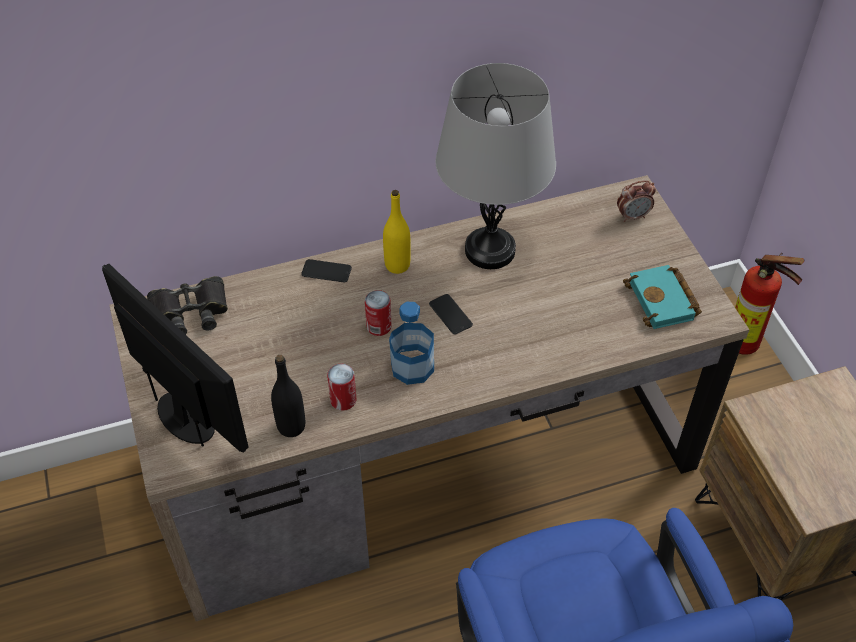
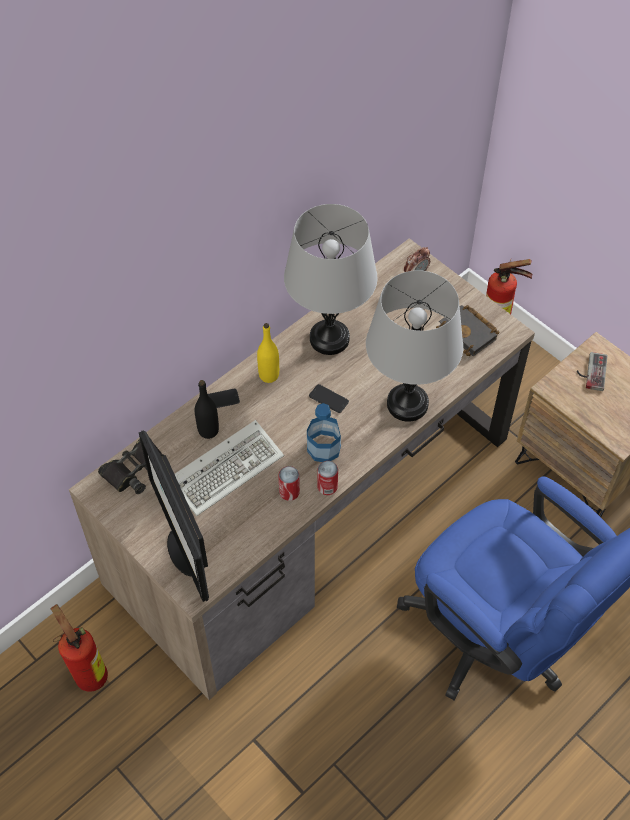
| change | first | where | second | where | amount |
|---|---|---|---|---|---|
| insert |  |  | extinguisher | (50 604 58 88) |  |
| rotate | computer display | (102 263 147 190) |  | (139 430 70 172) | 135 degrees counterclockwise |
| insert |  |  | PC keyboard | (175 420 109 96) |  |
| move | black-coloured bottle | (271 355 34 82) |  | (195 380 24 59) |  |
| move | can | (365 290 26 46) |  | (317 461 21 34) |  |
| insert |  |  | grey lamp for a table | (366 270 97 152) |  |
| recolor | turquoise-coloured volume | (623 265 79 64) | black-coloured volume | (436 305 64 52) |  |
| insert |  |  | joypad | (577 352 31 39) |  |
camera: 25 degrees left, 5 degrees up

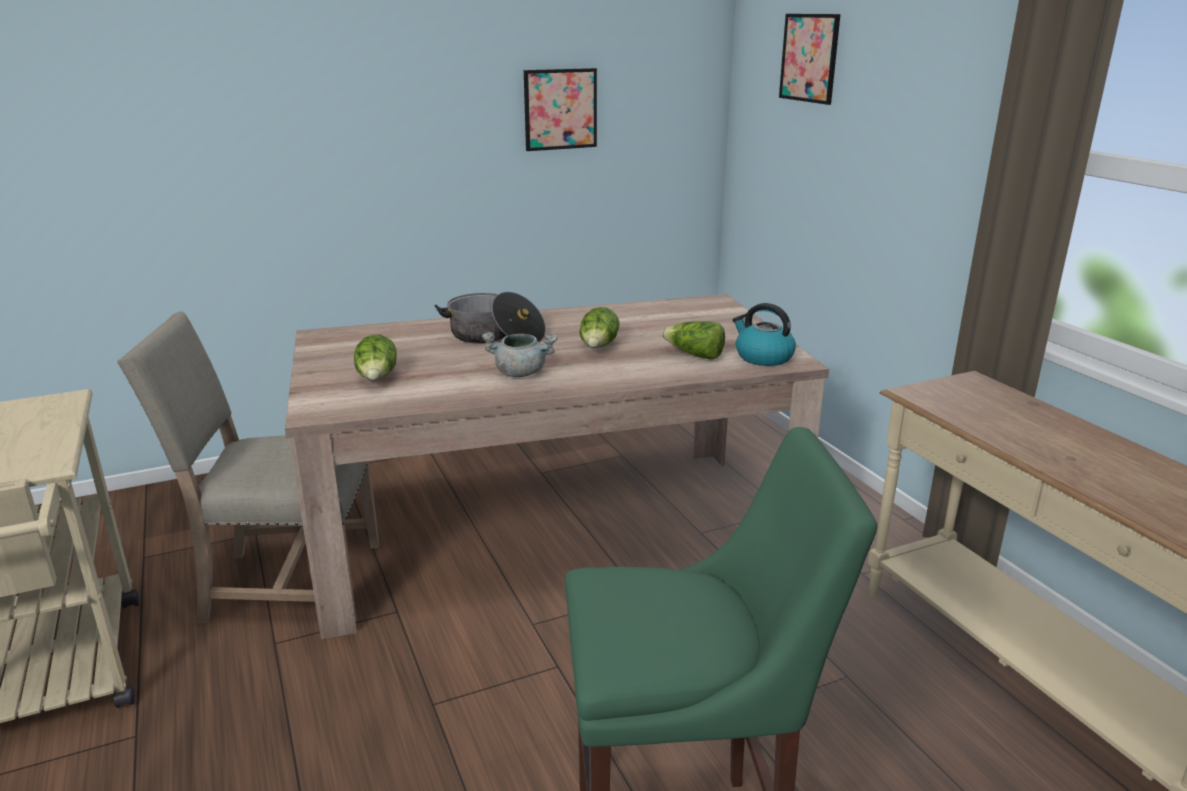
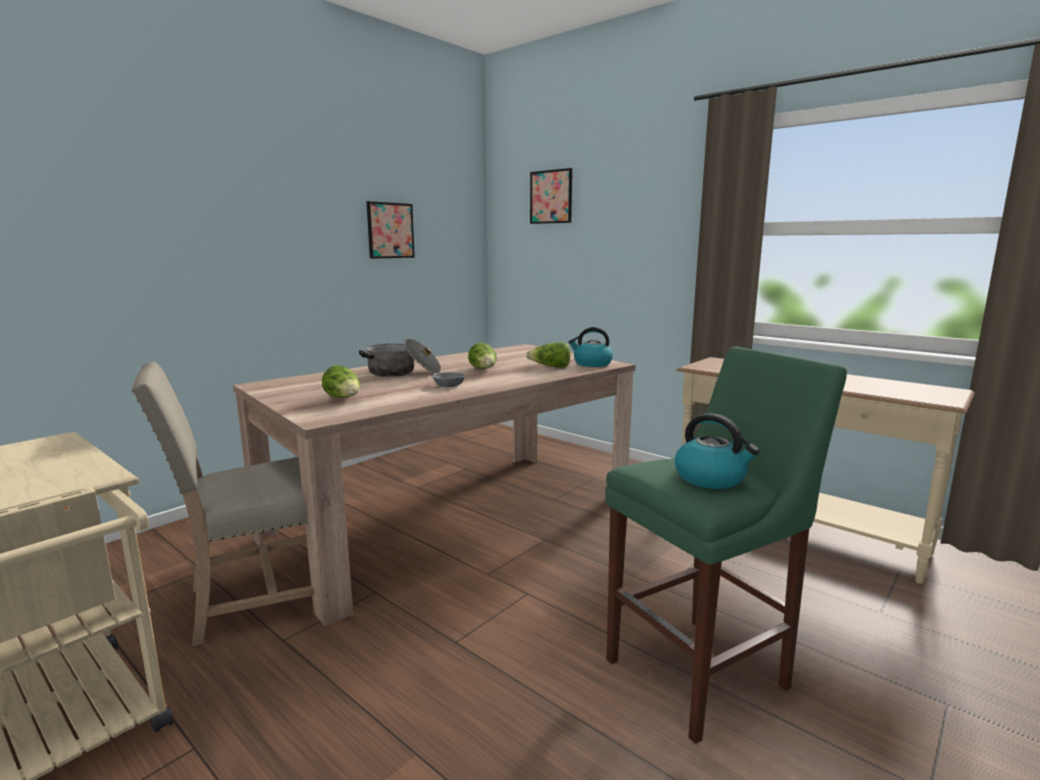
| change | first | where | second | where | amount |
|---|---|---|---|---|---|
| replace | grey cooking pot | (482 332 76 45) | grey deep dish | (433 372 32 15) |  |
| insert |  |  | tea kettle | (675 413 84 76) |  |
camera: 25 degrees left, 10 degrees down

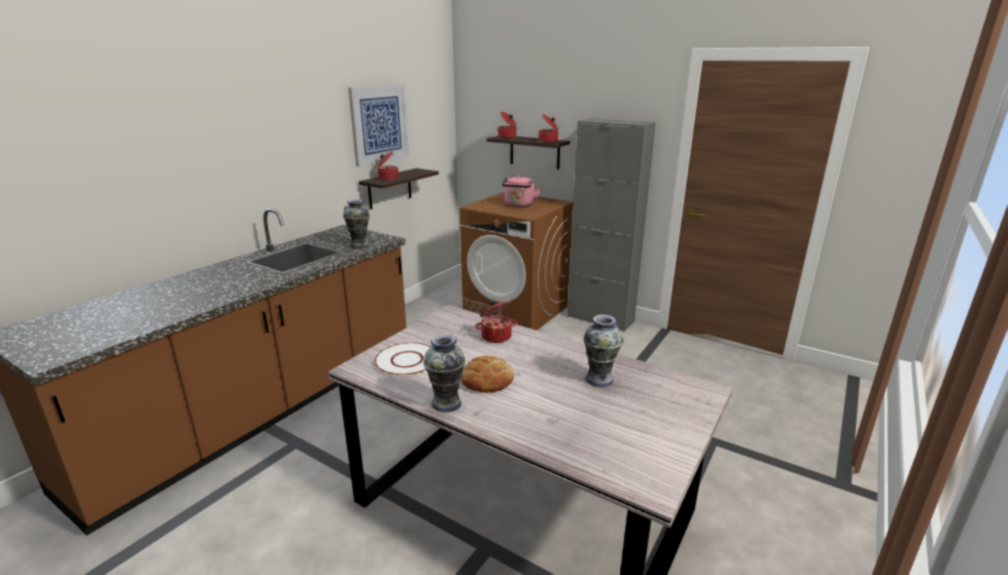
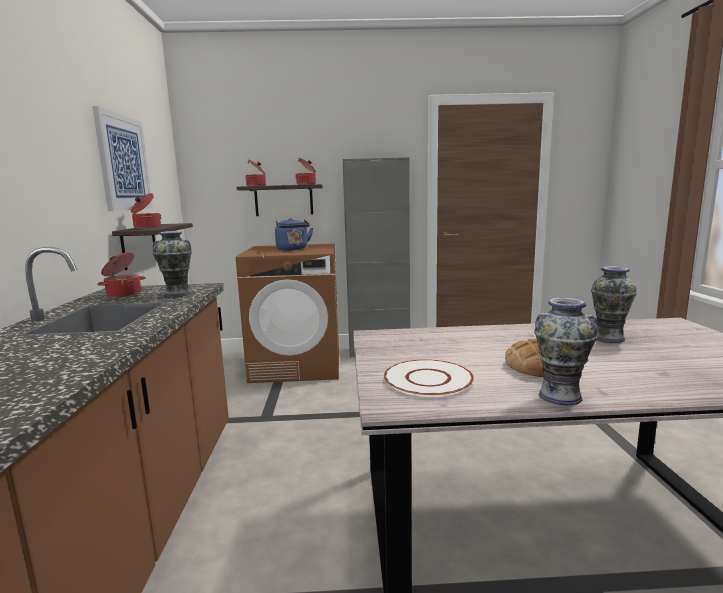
| change | first | where | second | where | amount |
|---|---|---|---|---|---|
| move | cooking pot | (475 301 43 42) |  | (97 252 49 46) |  |
| recolor | pink-coloured tea kettle | (502 175 39 32) | blue-coloured tea kettle | (275 218 38 32) |  |
camera: 35 degrees left, 10 degrees down

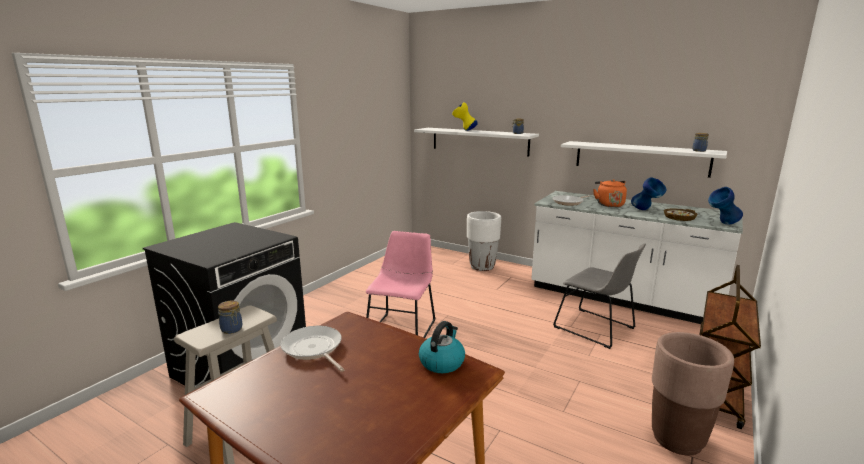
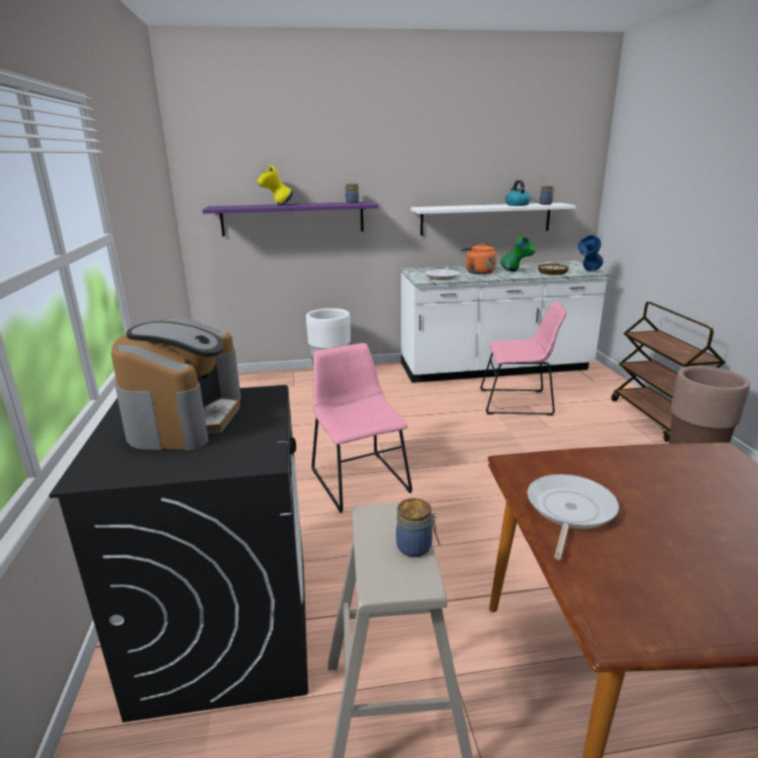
| change | first | where | second | where | amount |
|---|---|---|---|---|---|
| insert |  |  | coffee machine | (111 316 130 134) |  |
| recolor | white wall shelf | (414 128 125 29) | purple wall shelf | (202 202 176 34) |  |
| recolor | grey plain chair | (553 243 93 106) | pink-coloured plain chair | (480 302 87 114) |  |
| recolor | blue-coloured decorative vase | (631 177 35 33) | greenish decorative vase | (501 236 35 36) |  |
| move | tea kettle | (419 321 46 52) |  | (505 180 26 26) |  |
| rotate | frying pan | (280 326 65 46) |  | (527 474 92 86) | 105 degrees clockwise |
camera: 40 degrees left, 5 degrees up

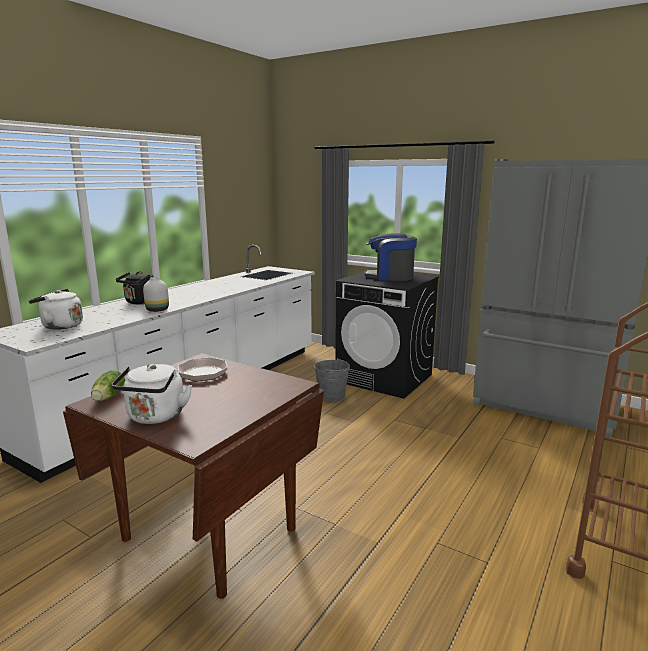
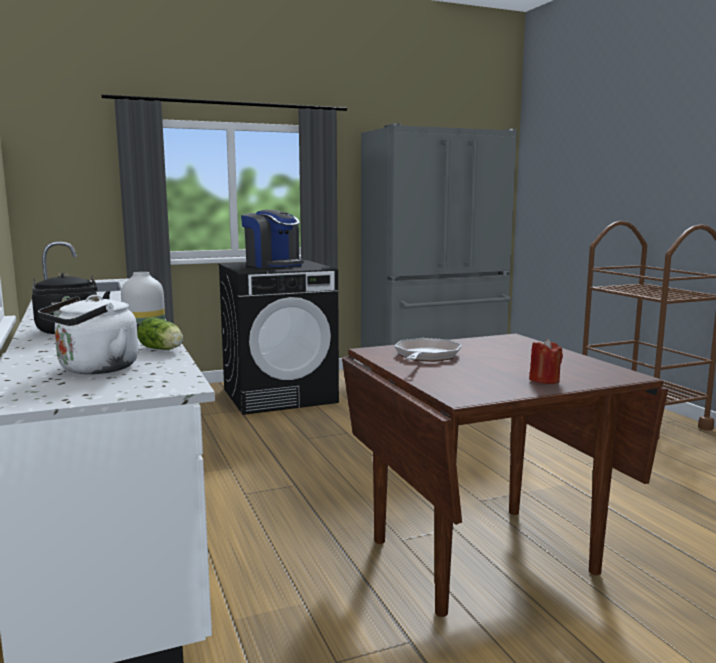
| change | first | where | second | where | amount |
|---|---|---|---|---|---|
| move | lettuce | (91 370 34 31) |  | (137 317 46 33) |  |
| rotate | coffee machine | (364 233 53 48) |  | (241 210 63 58) | 90 degrees counterclockwise |
| replace | white tea kettle | (112 364 80 60) | red-coloured candle | (529 339 34 45) |  |
| delete | grey water bucket | (314 358 36 44) |  |  |  |
camera: 55 degrees left, 5 degrees down

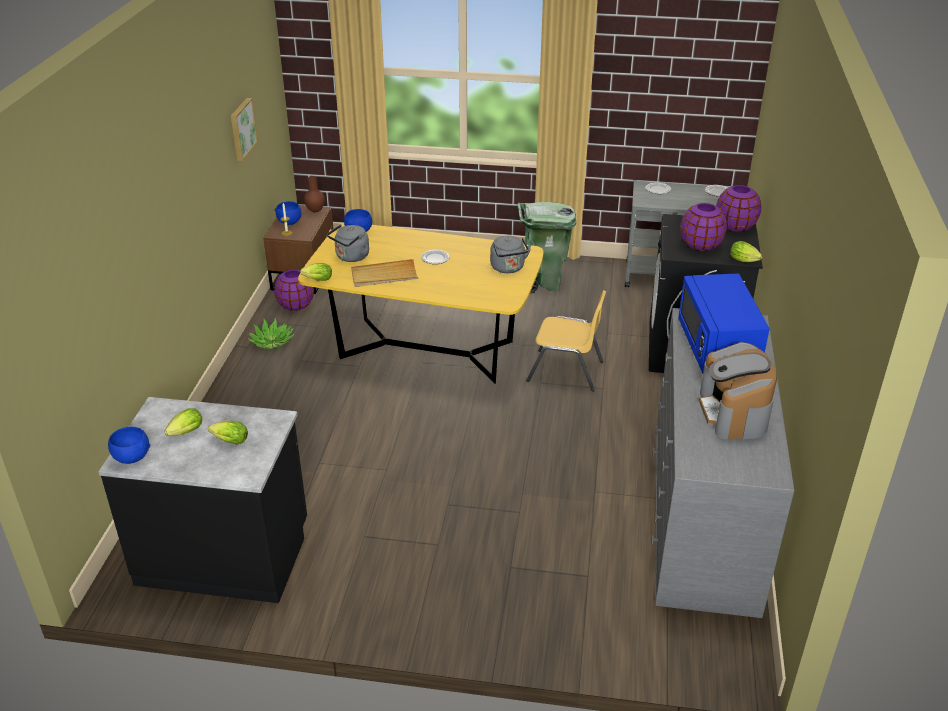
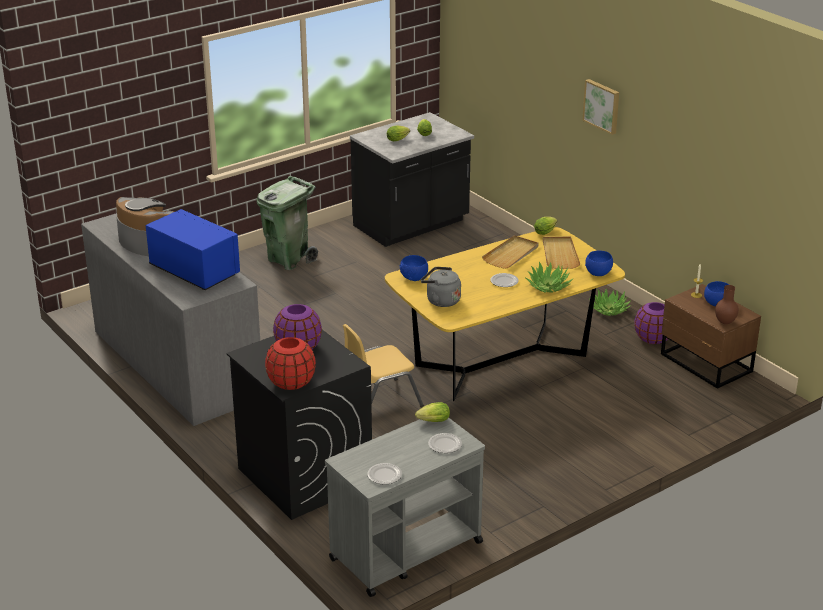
| change | first | where | second | where | amount |
|---|---|---|---|---|---|
| move | greenish waste bin | (517 202 59 92) |  | (257 176 61 94) |  |
| recolor | purple decorative vase | (716 185 45 47) | red-coloured decorative vase | (265 337 51 53) |  |
| move | blue-coloured deep dish | (108 427 42 37) |  | (400 255 28 26) |  |
| move | lettuce | (730 241 32 21) |  | (415 402 35 20) |  |
| insert |  |  | houseplant | (526 262 48 31) |  |
| replace | grey tea kettle | (327 224 42 38) | beige tray | (543 237 37 32) |  |
| move | wall art | (231 98 27 63) |  | (582 79 37 56) |  |
camera: 135 degrees right, 5 degrees down

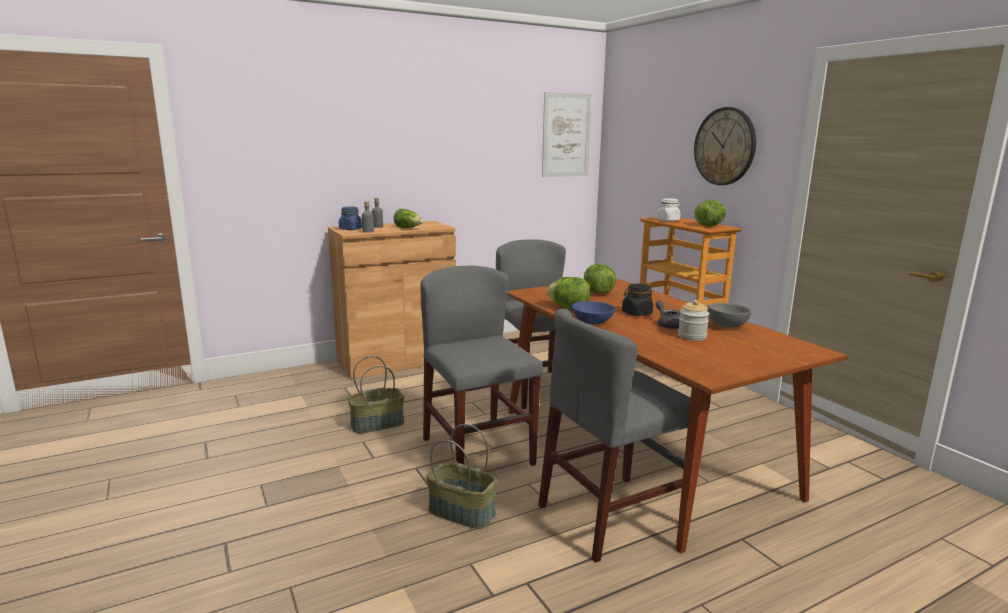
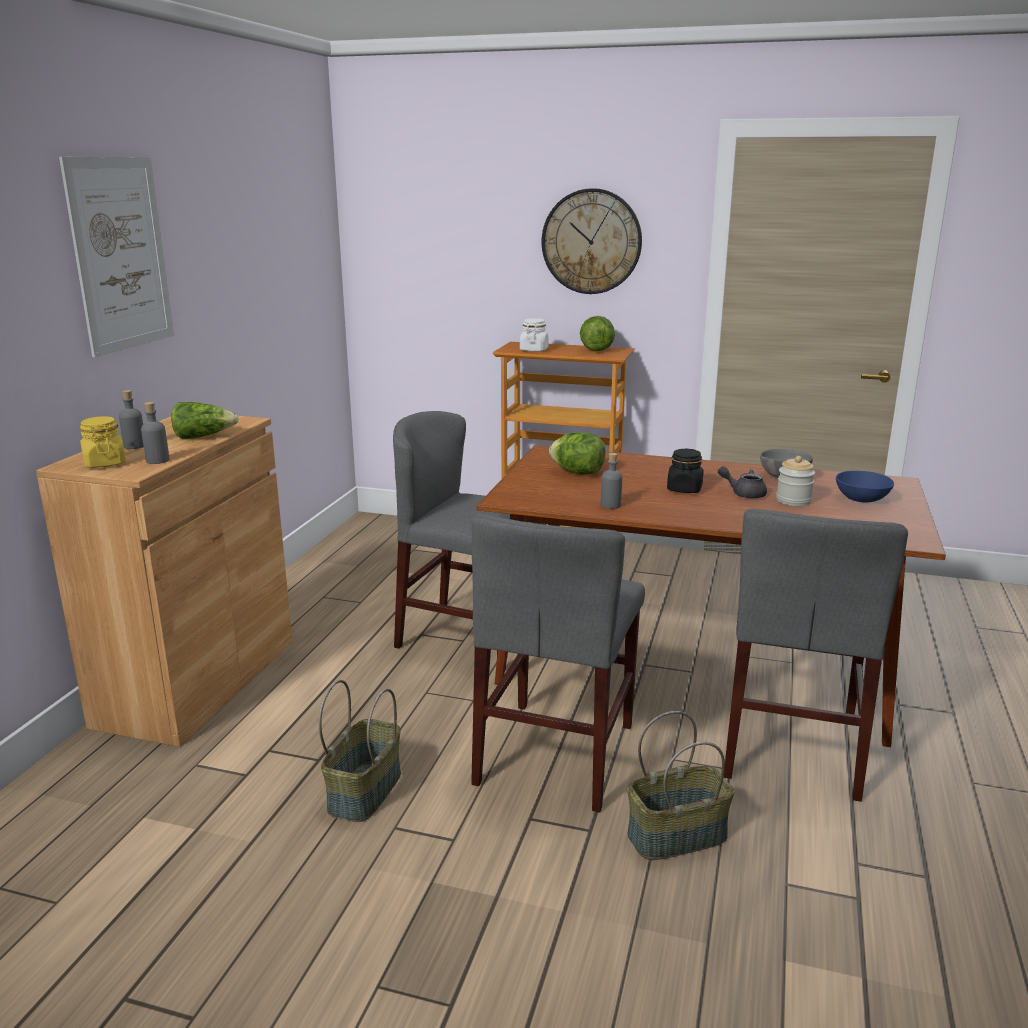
| change | first | where | second | where | amount |
|---|---|---|---|---|---|
| move | wall art | (542 92 50 85) |  | (59 157 115 200) |  |
| recolor | blue-coloured preserve jar | (339 206 23 24) | yellow preserve jar | (80 416 46 52) |  |
| rotate | grey plain chair | (421 266 122 200) |  | (471 513 174 300) | 90 degrees counterclockwise |
| replace | lettuce | (547 277 43 32) | grey bottle | (601 453 21 56) |  |
| move | blue-coloured deep dish | (571 301 44 23) |  | (836 471 58 32) |  |
camera: 45 degrees left, 5 degrees up

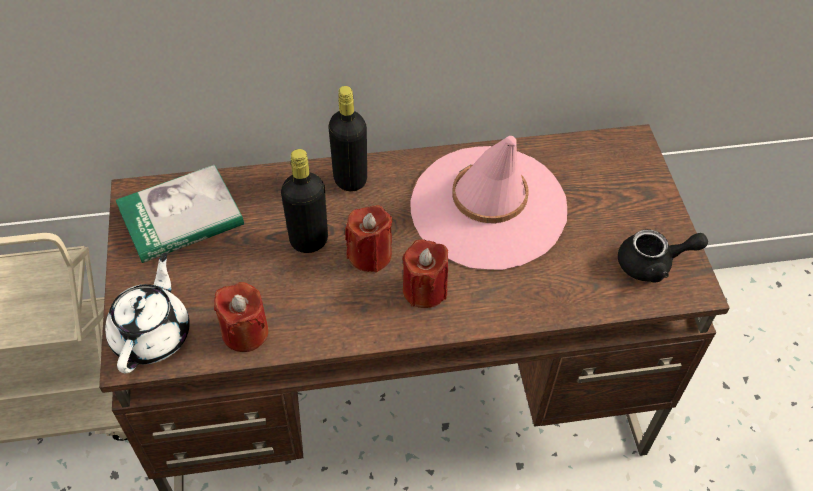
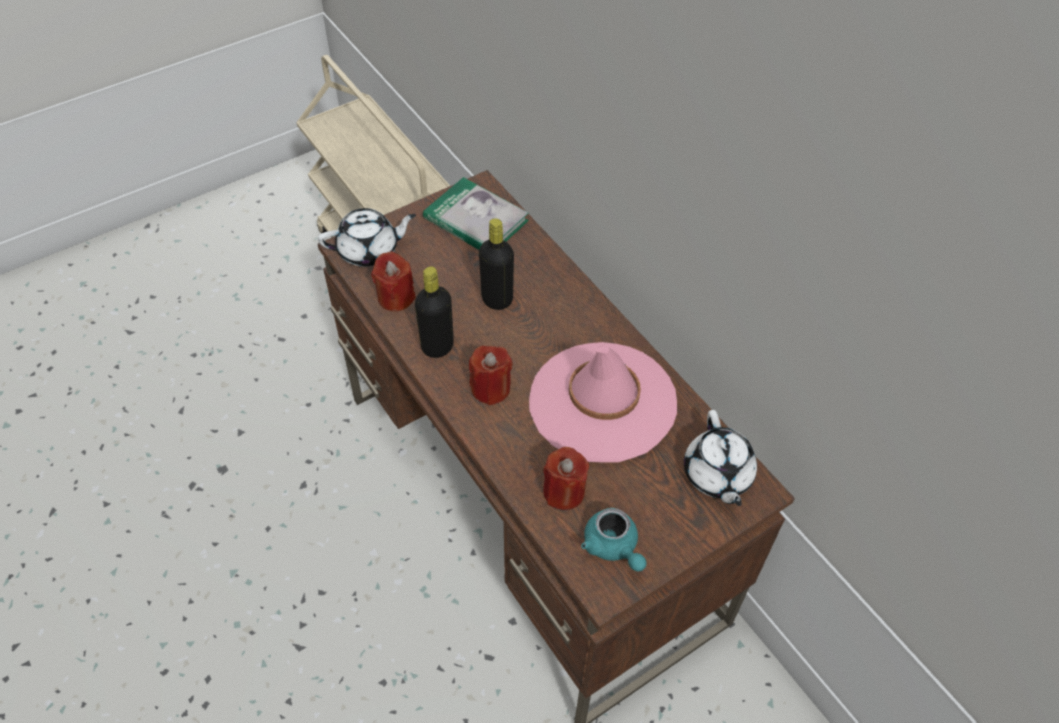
| change | first | where | second | where | amount |
|---|---|---|---|---|---|
| move | black-coloured bottle | (328 86 39 105) |  | (415 266 39 92) |  |
| move | red-coloured candle | (345 205 47 68) |  | (543 447 46 63) |  |
| recolor | black-coloured teapot | (618 229 90 54) | turquoise-coloured teapot | (581 508 66 64) |  |
| insert |  |  | white teapot | (684 410 73 96) |  |
camera: 65 degrees right, 0 degrees up

